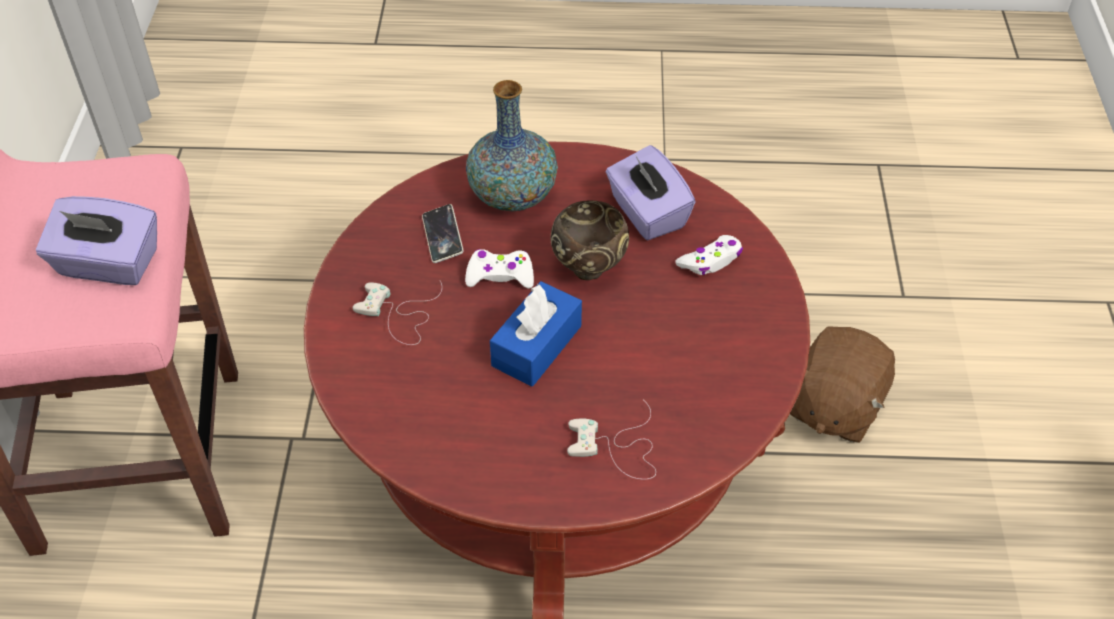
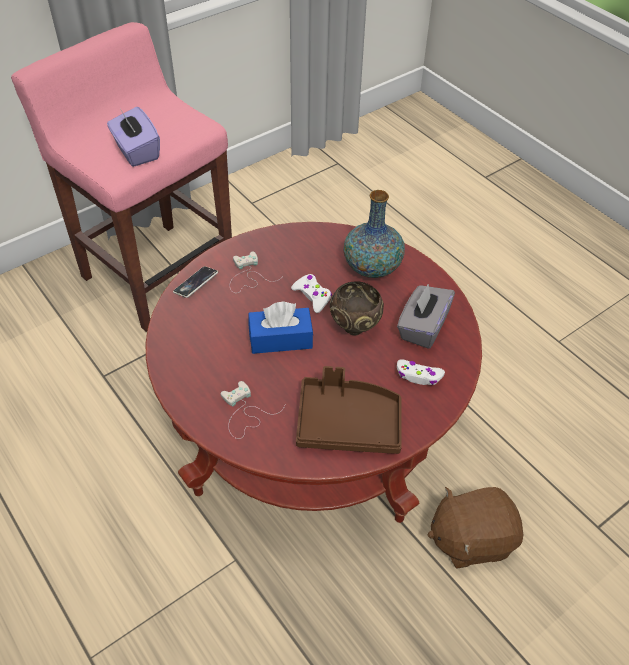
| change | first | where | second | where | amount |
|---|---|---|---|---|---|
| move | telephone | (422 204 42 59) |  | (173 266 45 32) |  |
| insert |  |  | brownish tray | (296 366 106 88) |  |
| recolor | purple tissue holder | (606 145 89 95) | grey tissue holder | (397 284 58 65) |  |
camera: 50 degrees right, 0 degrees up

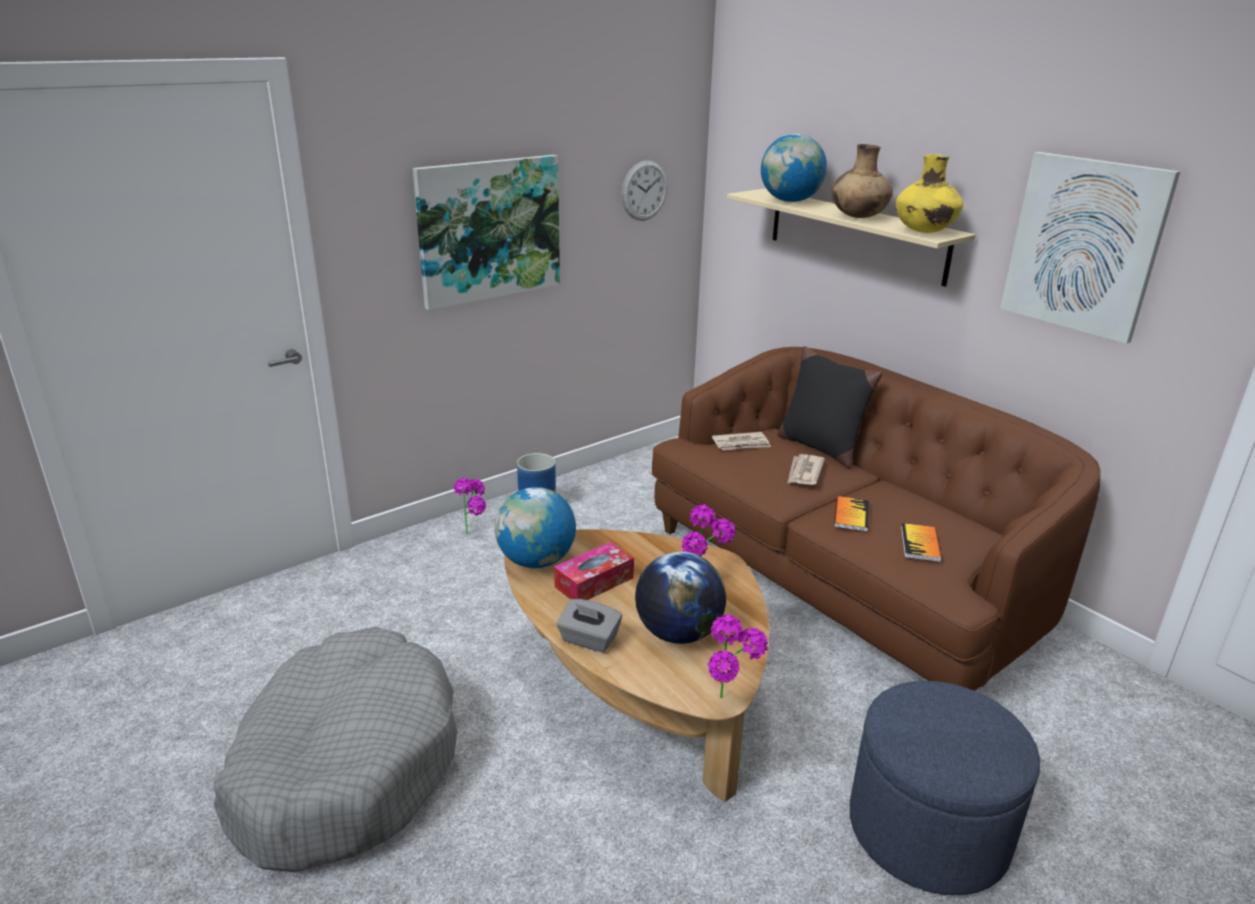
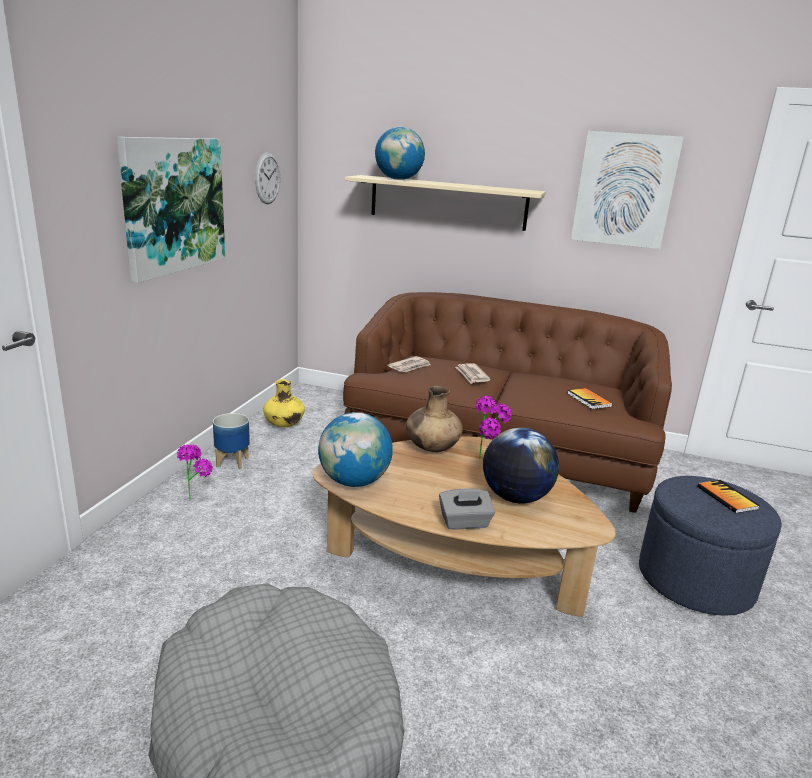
| change | first | where | second | where | amount |
|---|---|---|---|---|---|
| move | yellow decorative vase | (896 154 67 79) |  | (263 379 42 48) |  |
| move | brownish decorative vase | (831 144 62 74) |  | (406 386 57 66) |  |
| move | volume | (834 496 35 36) |  | (697 480 63 33) |  |
| delete | tissue holder | (554 542 80 58) |  |  |  |
| delete | houseplant | (707 614 61 84) |  |  |  |
| delete | black-coloured pillow | (777 346 105 123) |  |  |  |
camera: 35 degrees left, 5 degrees down

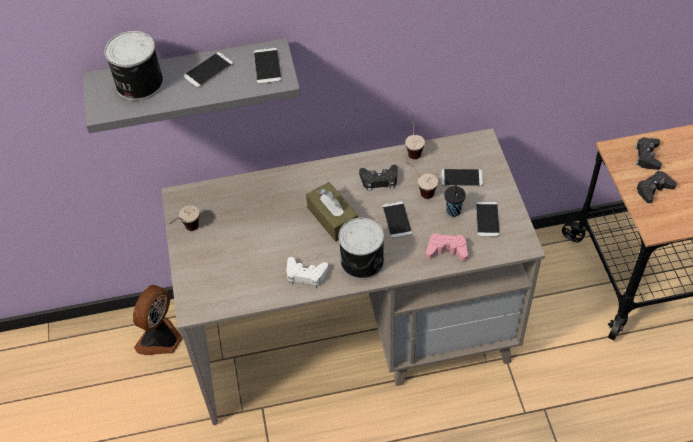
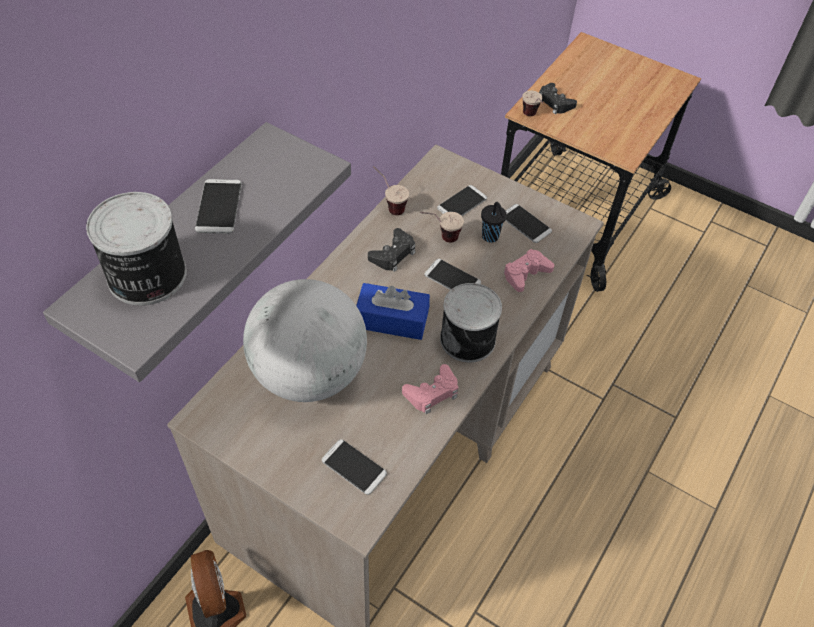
| change | first | where | second | where | amount |
|---|---|---|---|---|---|
| insert |  |  | world globe | (243 279 124 123) |  |
| move | telephone | (254 48 27 36) |  | (322 439 65 56) |  |
| recolor | brownish tissue holder | (306 182 52 59) | blue-coloured tissue holder | (356 283 74 57) |  |
| recolor | white joypad | (286 257 42 31) | pink-coloured joypad | (402 364 56 50) |  |
| move | drinking cup | (169 206 30 25) |  | (522 91 21 25) |  |
| delete | black-coloured joypad | (636 171 41 32) |  |  |  |
camera: 50 degrees left, 0 degrees up

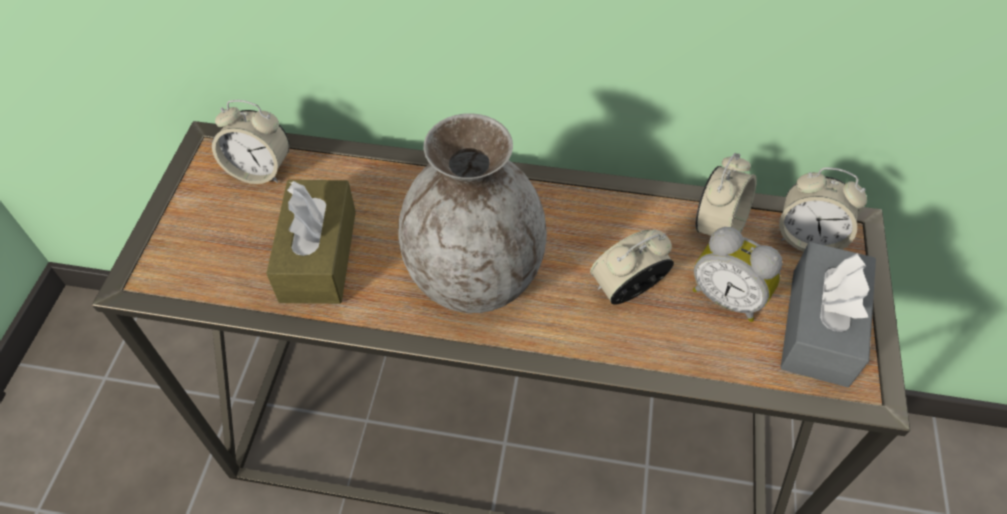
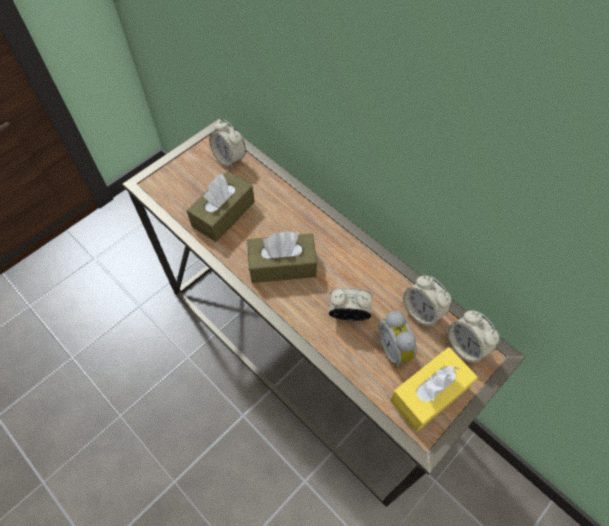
| change | first | where | second | where | amount |
|---|---|---|---|---|---|
| replace | grey decorative vase | (398 113 149 200) | brownish tissue holder | (247 231 70 52) |  |
| recolor | grey tissue holder | (781 242 95 145) | yellow tissue holder | (390 347 88 85) |  |
| rotate | bedside clock | (696 153 61 83) |  | (403 275 48 52) | 75 degrees clockwise |
camera: 35 degrees right, 5 degrees up

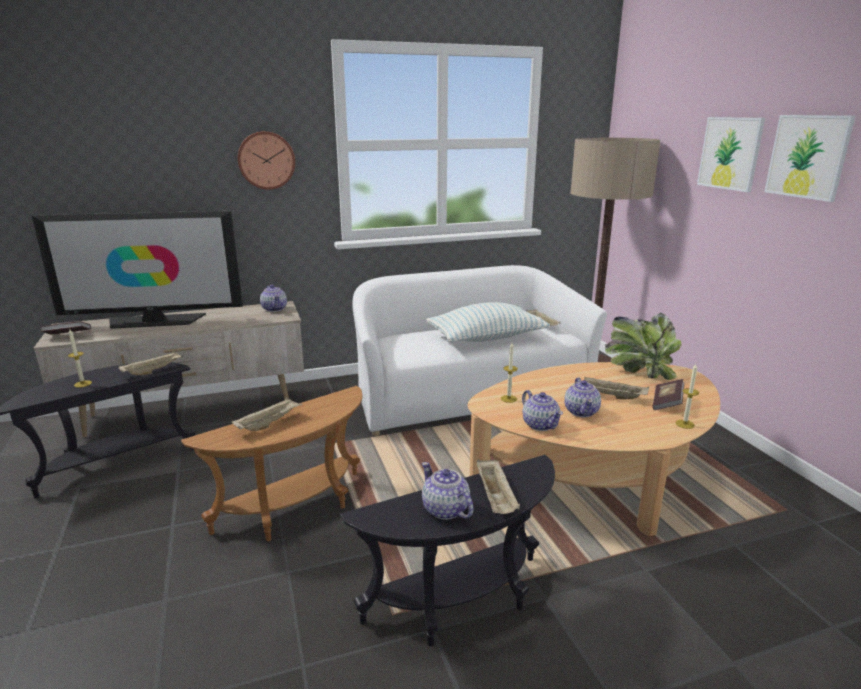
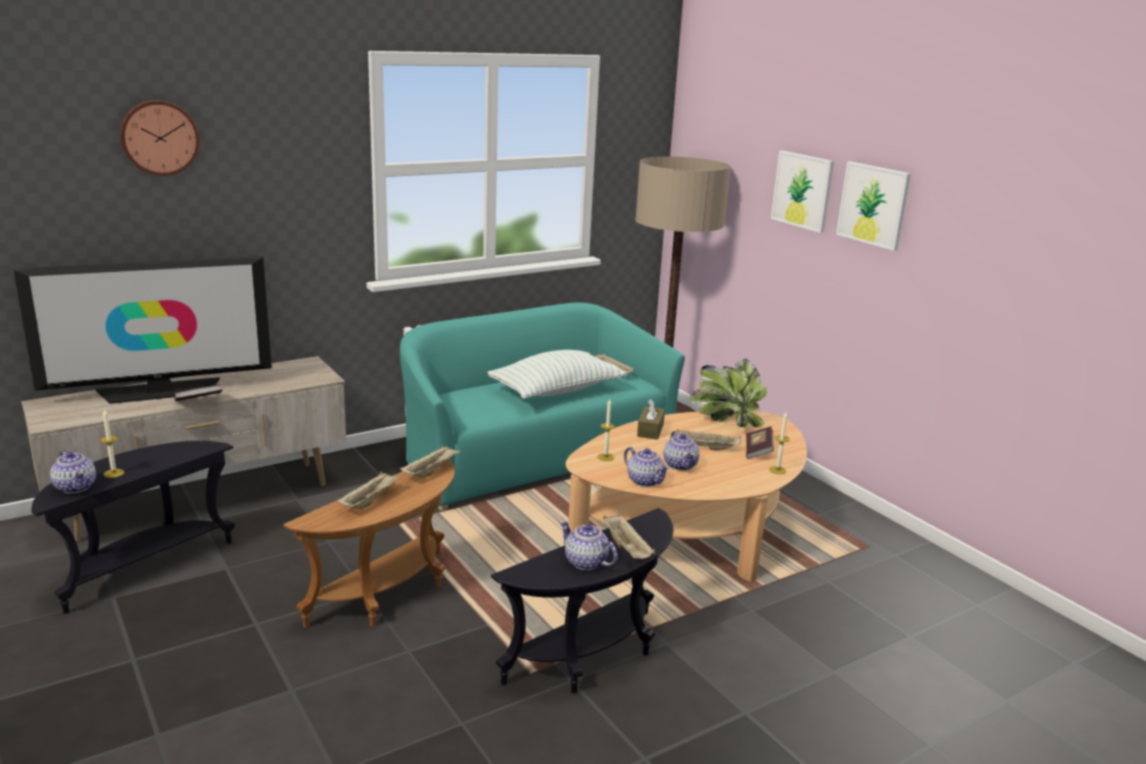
| change | first | where | second | where | amount |
|---|---|---|---|---|---|
| move | teapot | (260 285 27 27) |  | (50 450 46 44) |  |
| move | hanging clock | (237 131 58 59) |  | (119 100 81 76) |  |
| move | volume | (41 322 50 13) |  | (174 384 48 17) |  |
| recolor | white couch | (352 265 255 171) | turquoise-coloured couch | (400 302 285 209) |  |
| move | beige tray | (118 351 66 24) |  | (400 444 62 34) |  |
| insert |  |  | brownish tissue holder | (637 399 28 41) |  |
camera: 15 degrees left, 0 degrees up

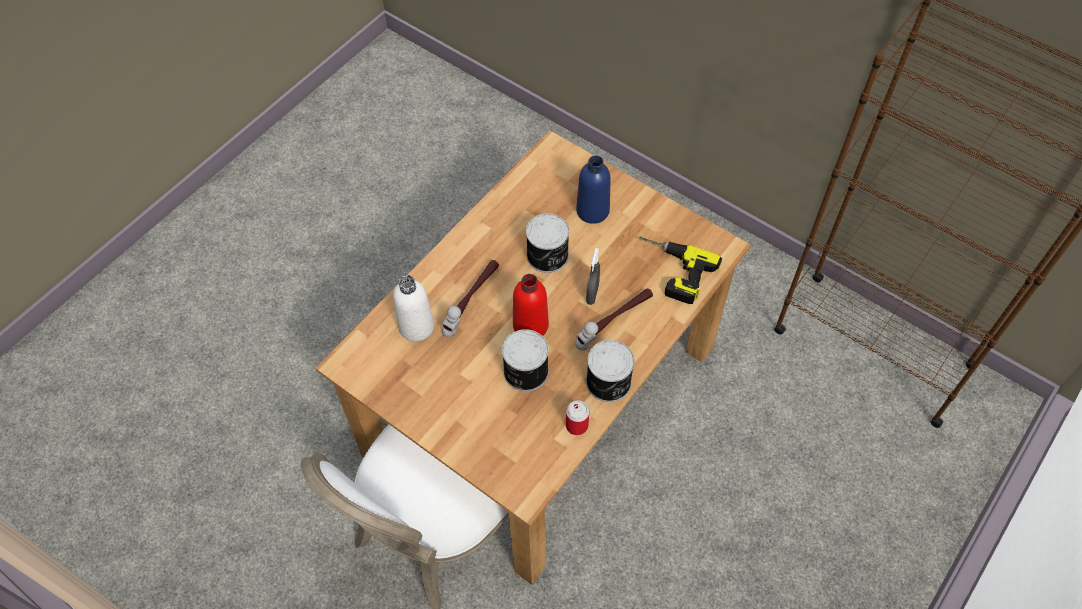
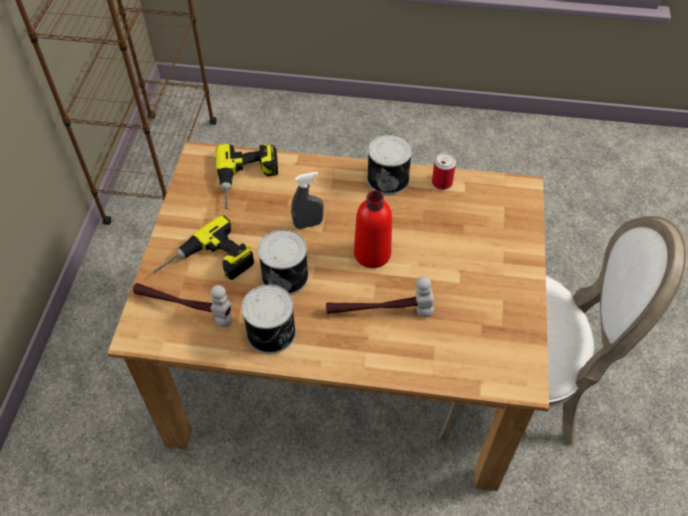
| change | first | where | second | where | amount |
|---|---|---|---|---|---|
| move | hammer | (575 288 78 63) |  | (133 283 99 44) |  |
| replace | blue-coloured bottle | (576 155 35 69) | power drill | (154 215 100 65) |  |
| move | can | (502 329 47 63) |  | (242 285 54 69) |  |
| delete | white bottle | (393 275 41 67) |  |  |  |
camera: 120 degrees left, 5 degrees down

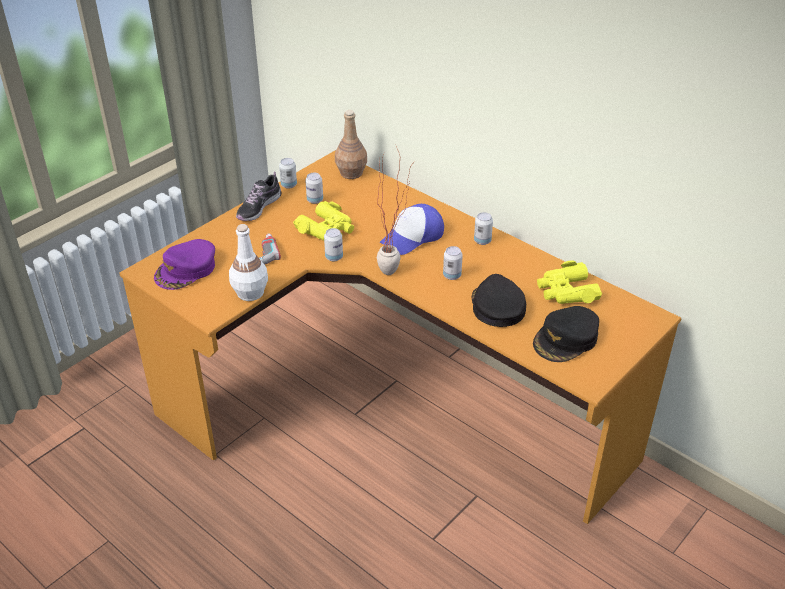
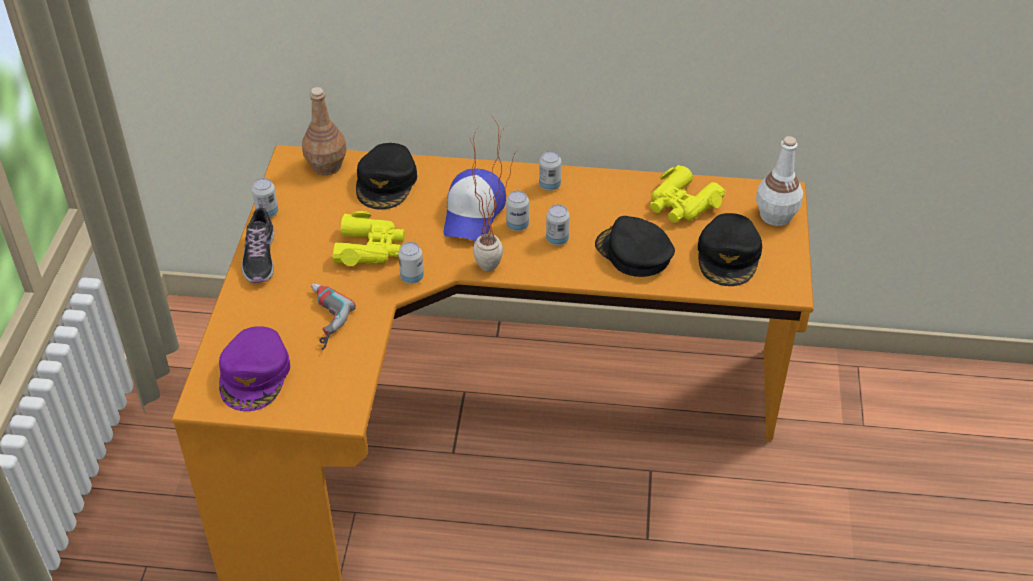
| change | first | where | second | where | amount |
|---|---|---|---|---|---|
| insert |  |  | black-coloured baseball cap | (356 143 61 66) |  |
| move | can | (305 173 18 31) |  | (506 190 23 41) |  |
| move | white bottle | (229 224 39 77) |  | (756 136 47 90) |  |
camera: 35 degrees left, 5 degrees up

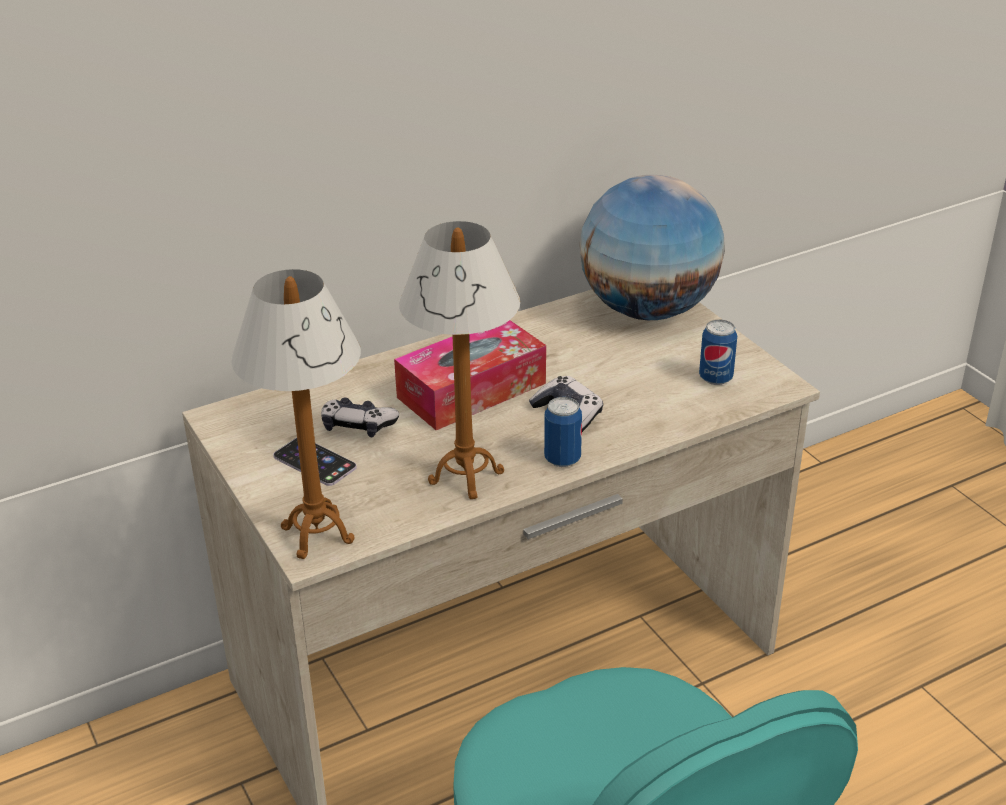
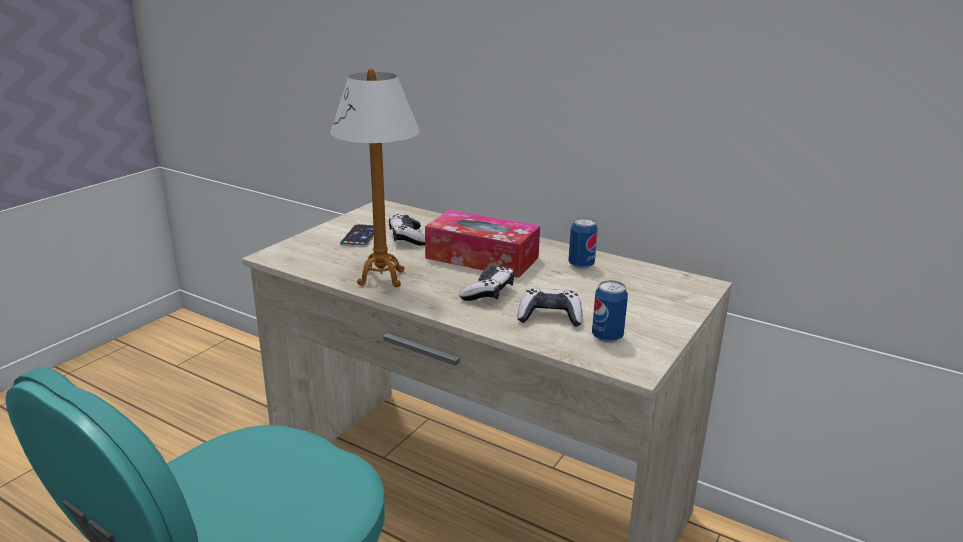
| change | first | where | second | where | amount |
|---|---|---|---|---|---|
| insert |  |  | joypad | (517 288 65 39) |  |
| move | can | (544 397 38 70) |  | (568 218 30 51) |  |
| delete | lamp for a table | (231 269 130 290) |  |  |  |
| delete | world globe | (579 175 146 145) |  |  |  |
camera: 60 degrees right, 10 degrees down

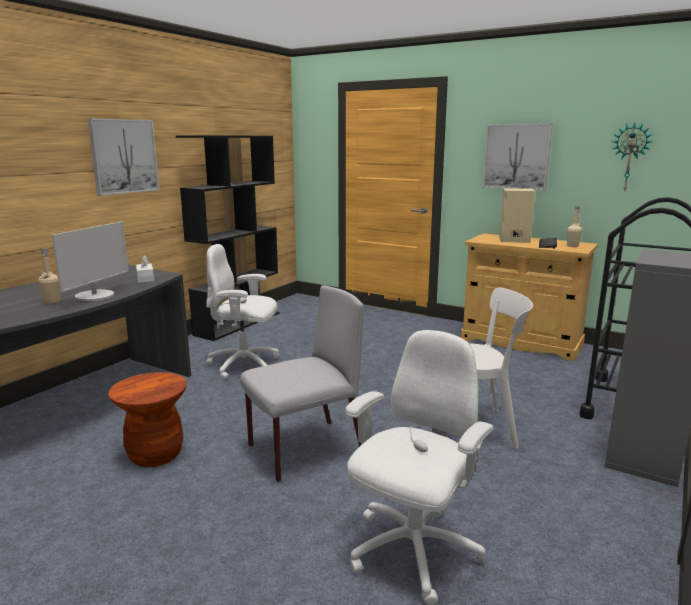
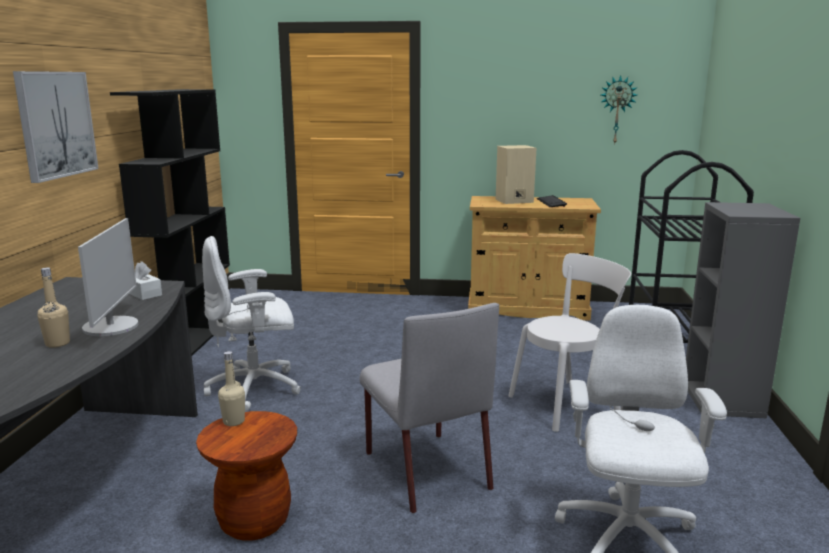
| change | first | where | second | where | amount |
|---|---|---|---|---|---|
| move | beige bottle | (567 206 15 41) |  | (218 351 27 75) |  |
| rotate | grey plain chair | (240 285 123 197) |  | (359 303 140 210) | 120 degrees clockwise |
| delete | wall art | (483 124 70 66) |  |  |  |
camera: 25 degrees left, 0 degrees up

